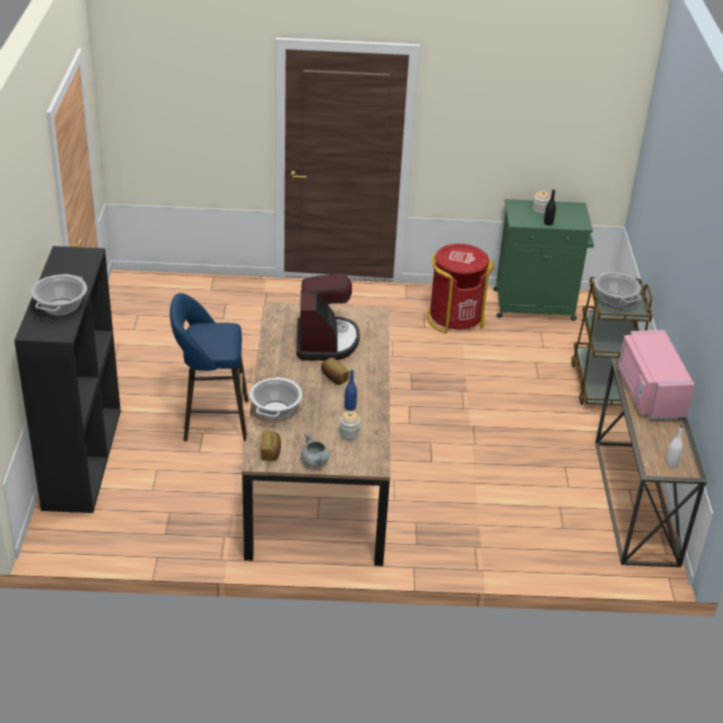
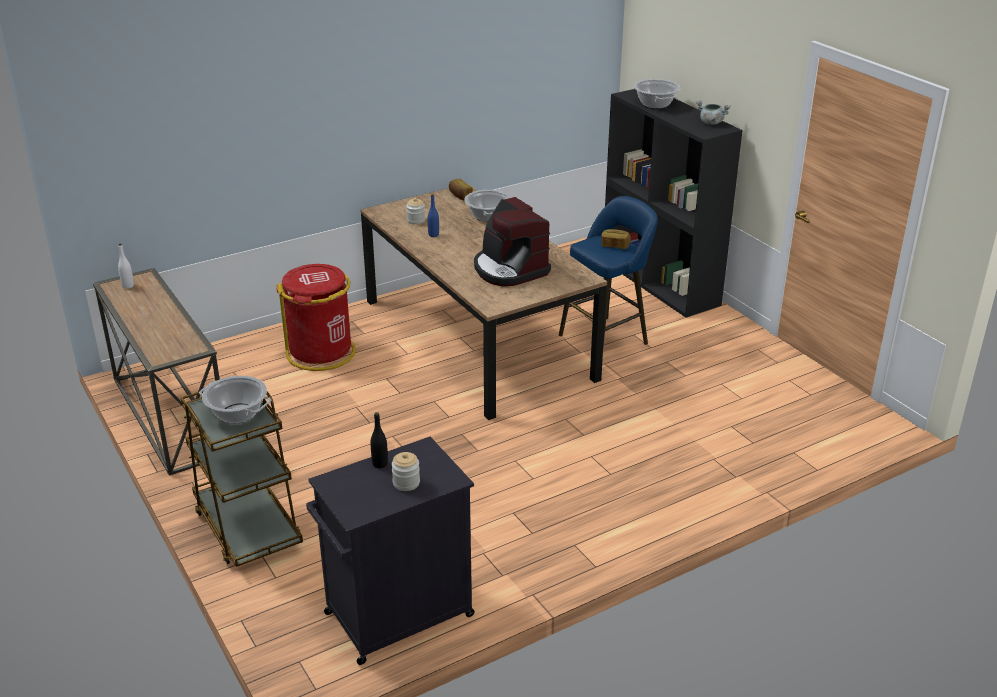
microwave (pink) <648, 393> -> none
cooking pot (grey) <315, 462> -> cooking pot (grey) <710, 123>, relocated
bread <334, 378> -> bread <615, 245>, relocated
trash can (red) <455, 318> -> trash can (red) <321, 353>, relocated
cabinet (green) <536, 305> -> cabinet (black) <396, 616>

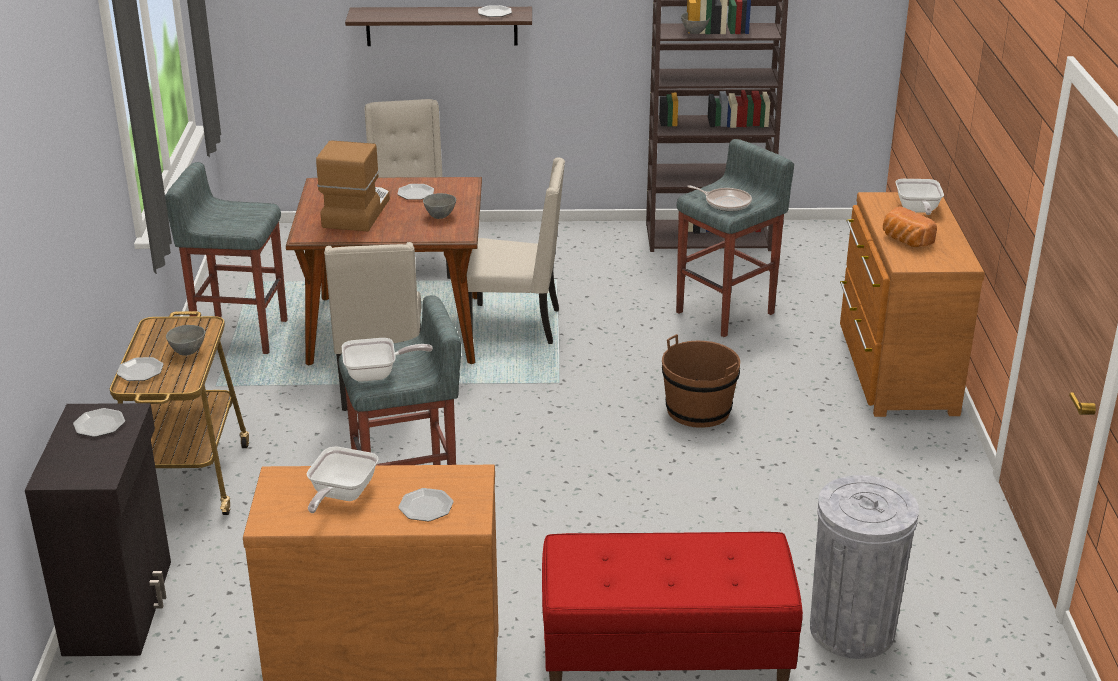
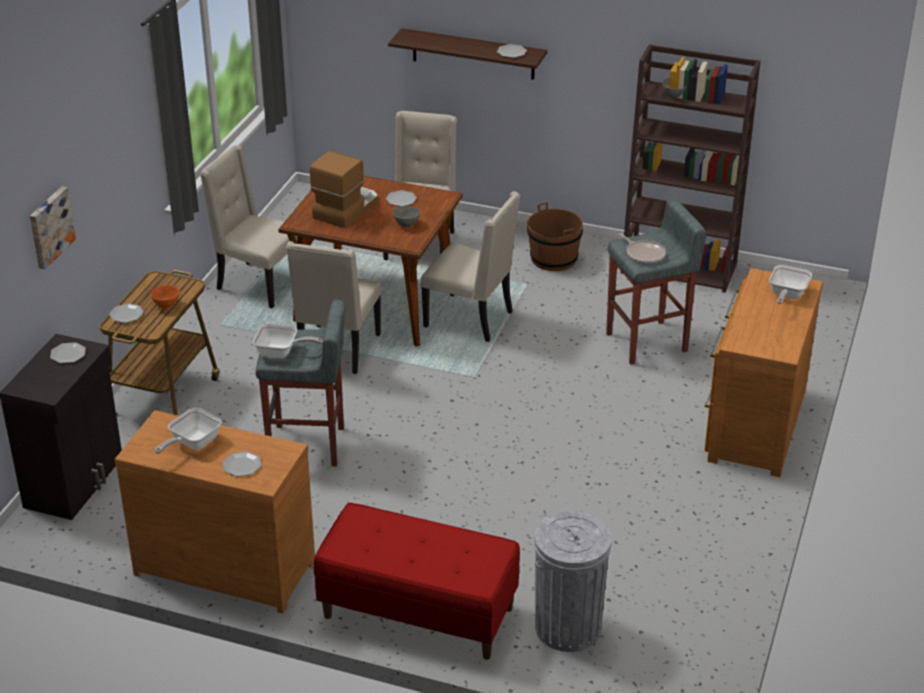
bread <905, 240> -> none
none -> picture <49, 227>
bucket (brown) <698, 410> -> bucket (brown) <553, 259>, relocated
stool (grey) <240, 334> -> chair (beige) <259, 284>
bowl (grey) <188, 351> -> bowl (orange) <166, 305>

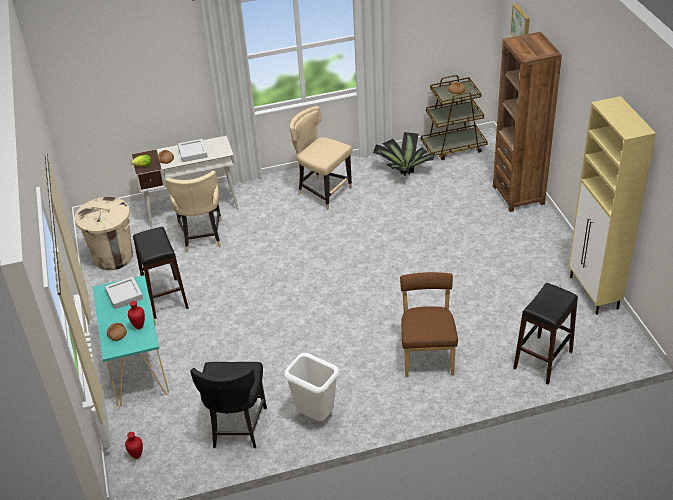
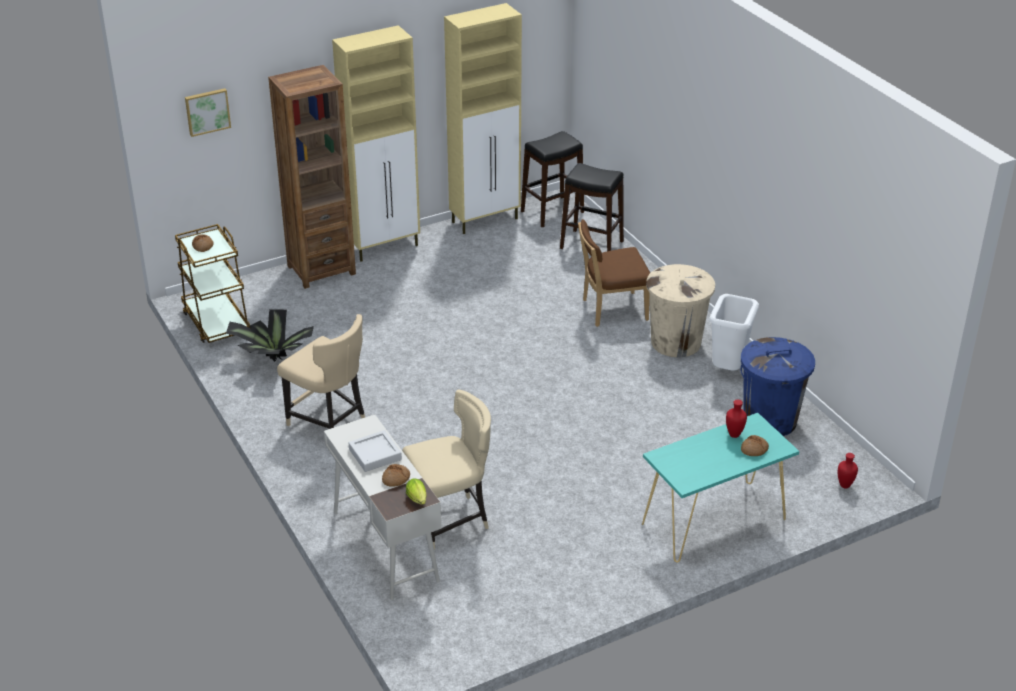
tray (grey) <124, 295> -> none
none -> cabinet (beige) <385, 247>
trash can (beige) <113, 257> -> trash can (beige) <676, 342>, relocated
stool (black) <165, 298> -> stool (black) <552, 211>, relocated
chair (black) <237, 428> -> trash can (blue) <770, 420>
chair (beige) <323, 192> -> chair (beige) <329, 422>, 75 degrees counterclockwise

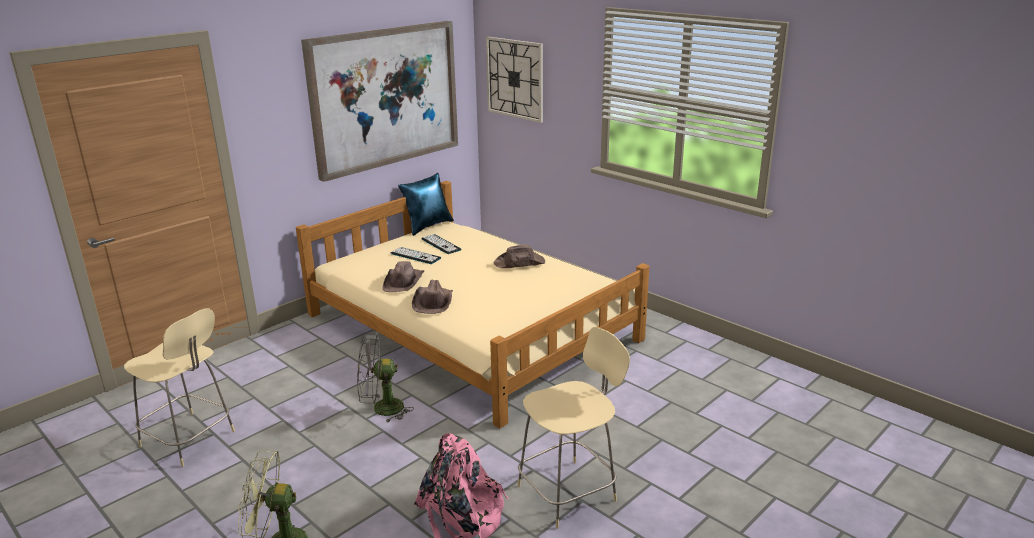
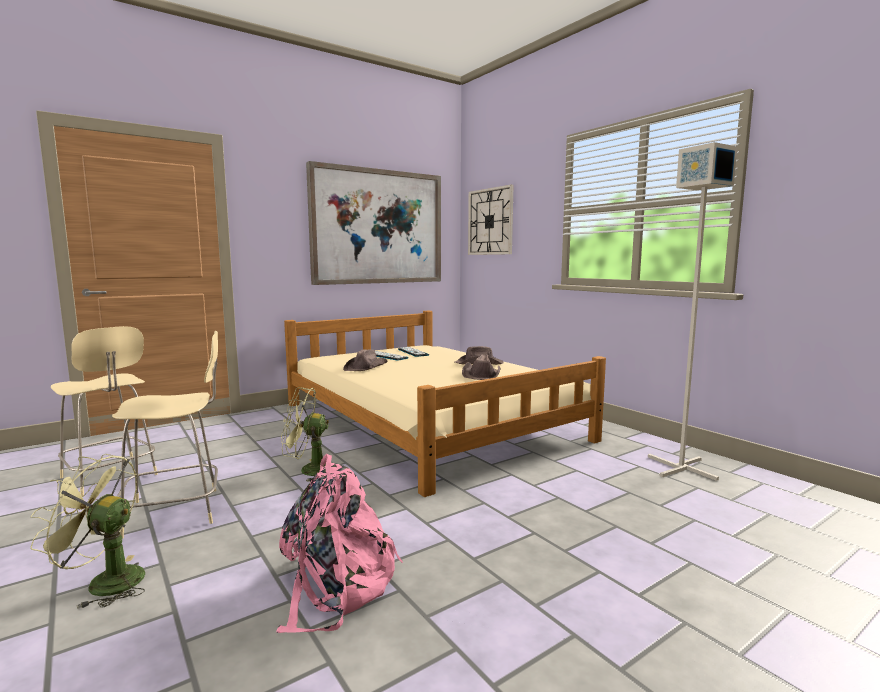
pillow (blue) <428, 226> -> none
none -> floor lamp (grey) <679, 467>
hat (brown) <433, 302> -> hat (brown) <481, 375>, relocated
chair (beige) <569, 492> -> chair (beige) <177, 511>, relocated
fan (grey) <381, 409> -> fan (green) <309, 471>

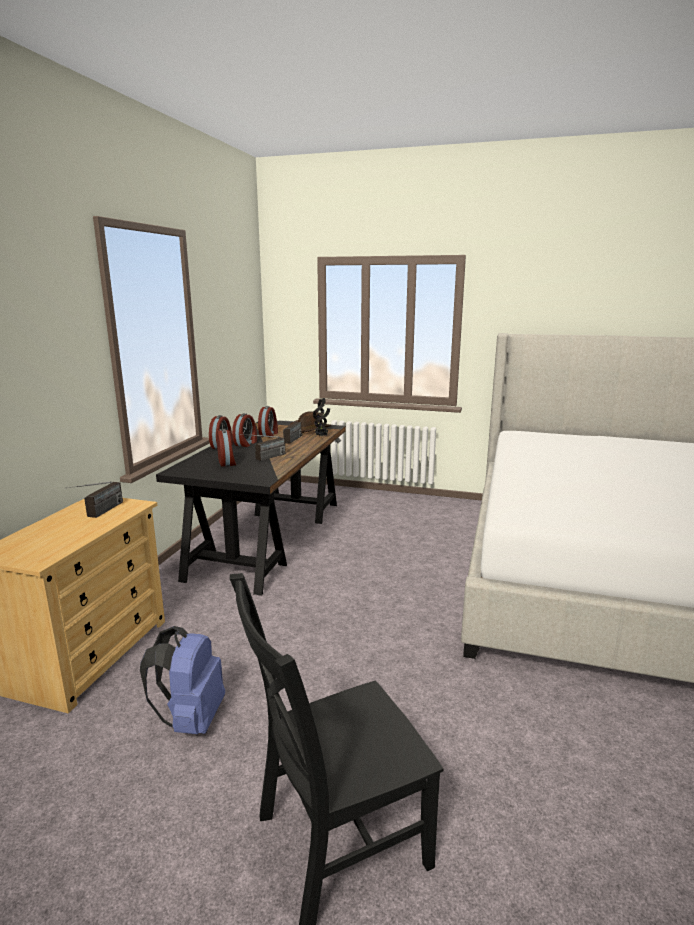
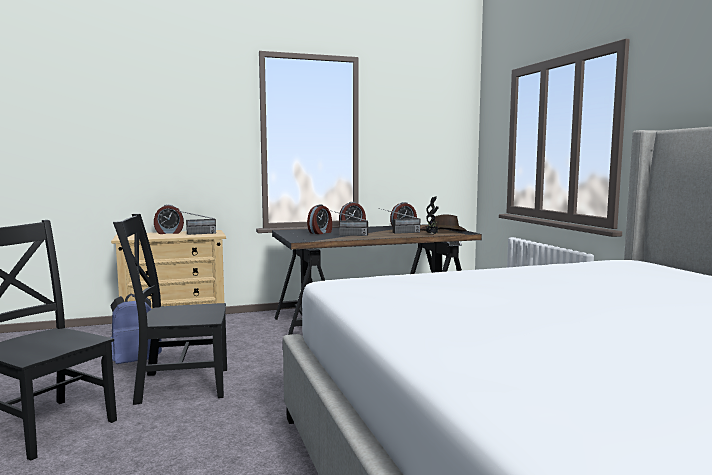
none -> chair (black) <178, 385>
alarm clock <246, 443> -> alarm clock <169, 233>, relocated

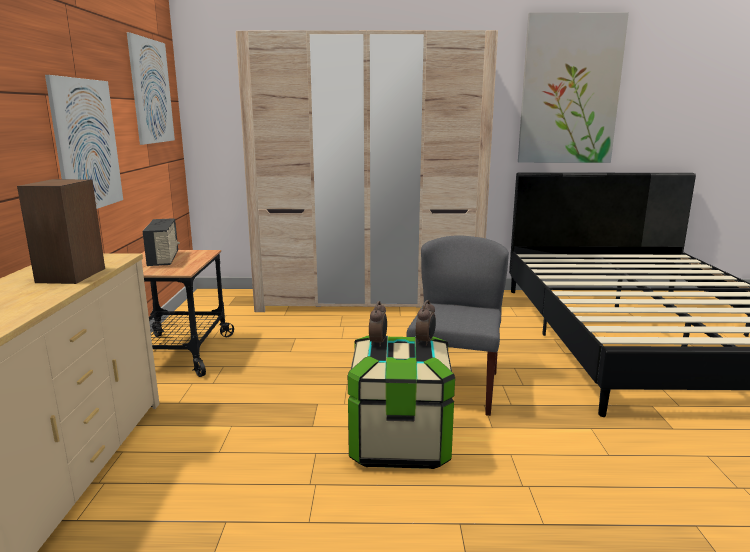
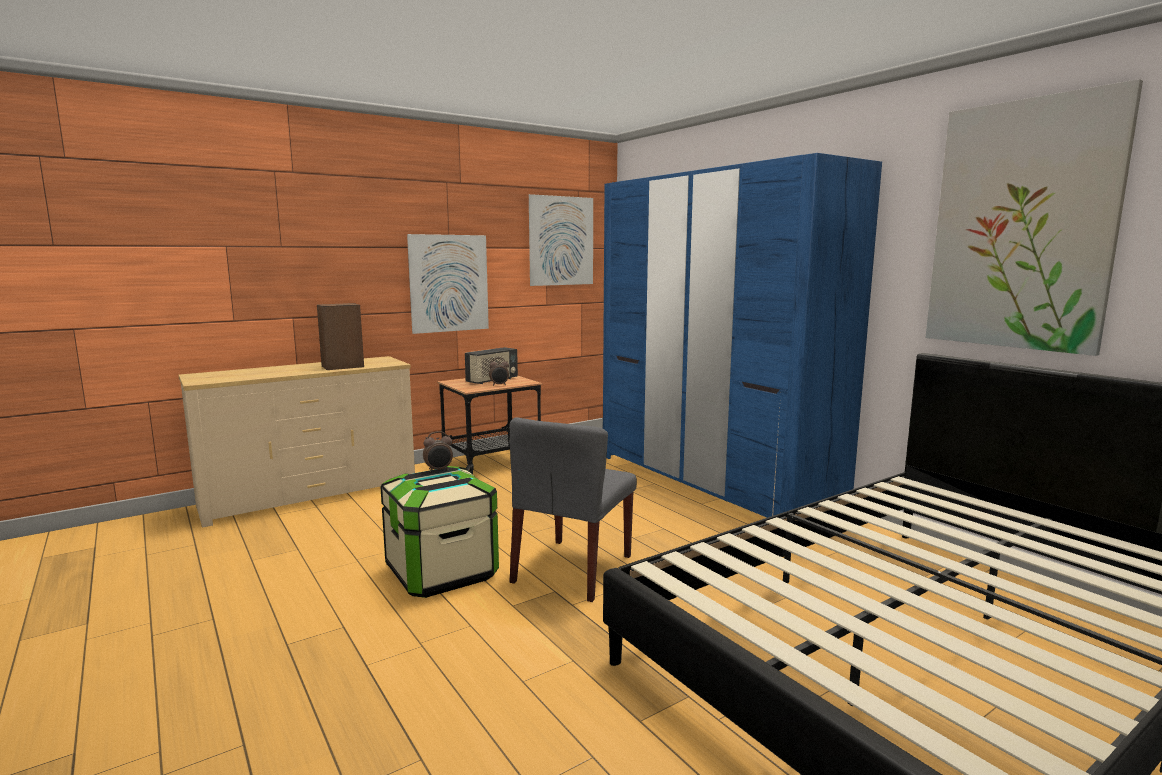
alarm clock <425, 341> -> alarm clock <499, 385>, relocated
wardrobe (beige) <369, 301> -> wardrobe (blue) <711, 482>
chair (grey) <455, 387> -> chair (grey) <572, 569>, 135 degrees clockwise

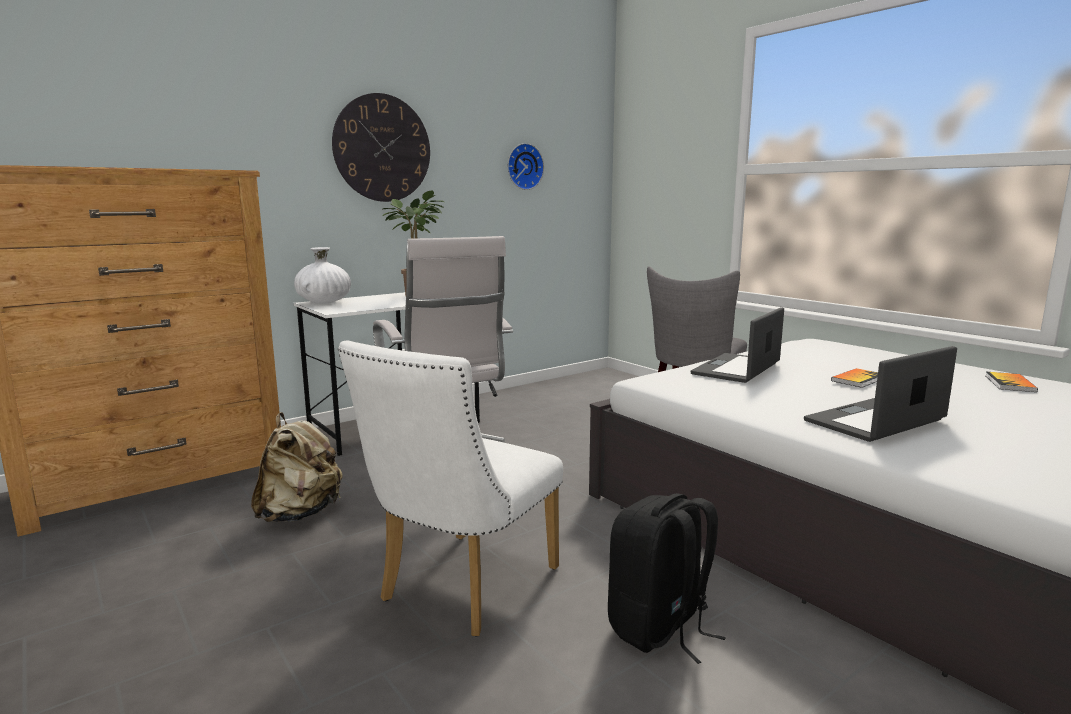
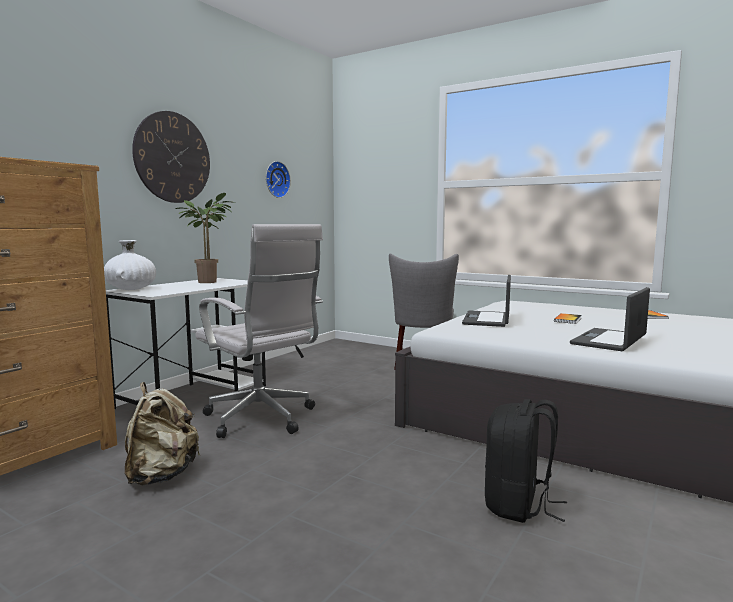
chair (white) <460, 589> -> none

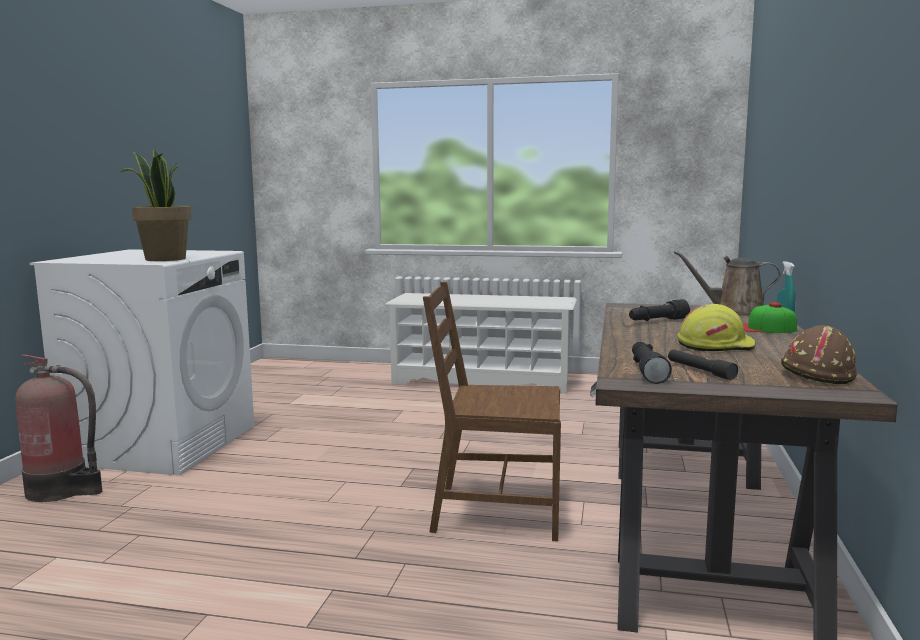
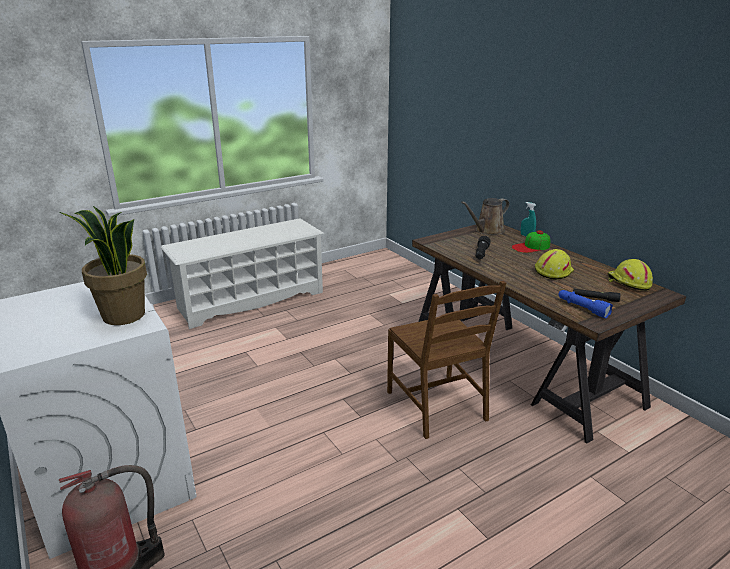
flashlight (black) <647, 371> -> flashlight (blue) <582, 308>
hard hat (brown) <816, 374> -> hard hat (yellow) <628, 283>
chair (brown) <496, 511> -> chair (brown) <438, 405>, 75 degrees counterclockwise

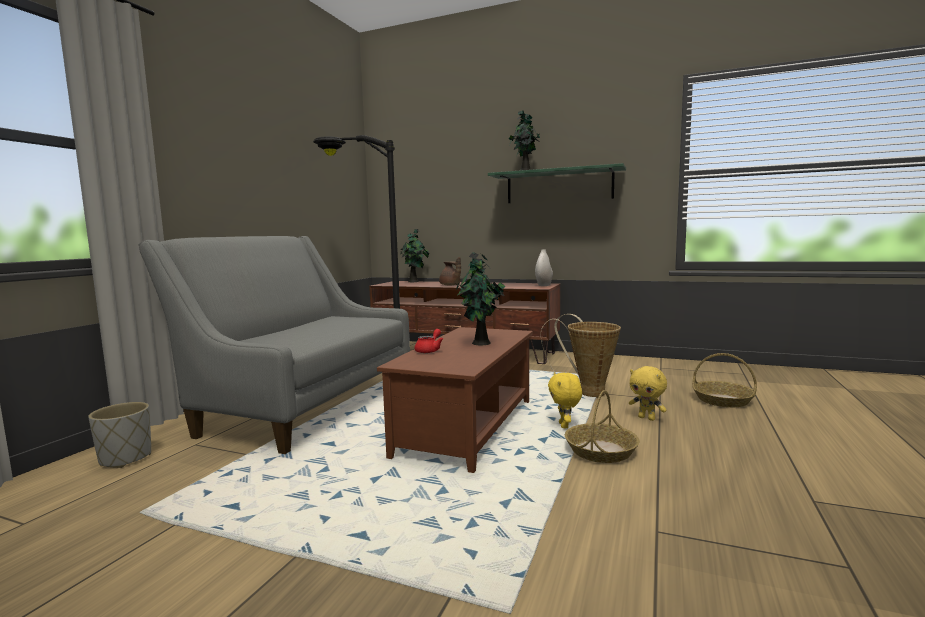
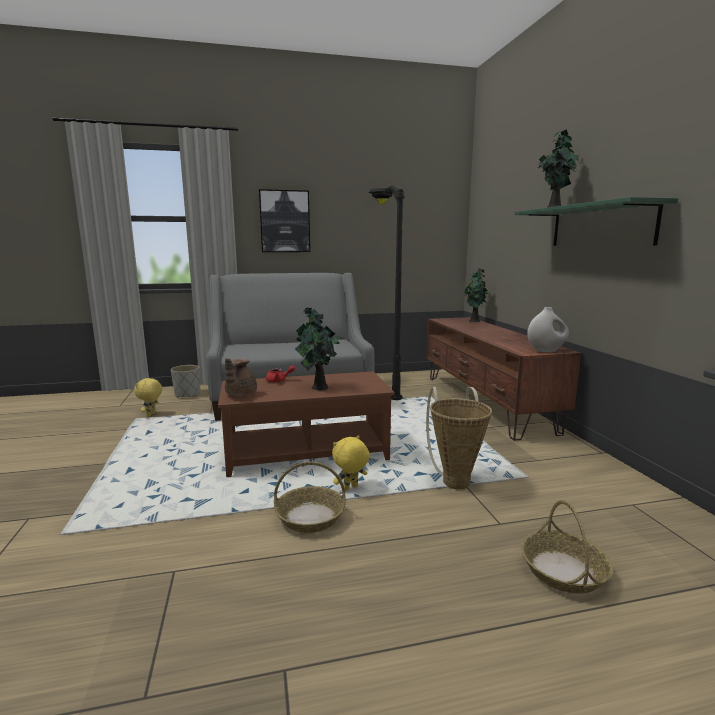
none -> picture <285, 221>
teapot (brown) <450, 285> -> teapot (brown) <240, 395>, relocated
plush toy (yellow) <647, 418> -> plush toy (yellow) <151, 415>, relocated

